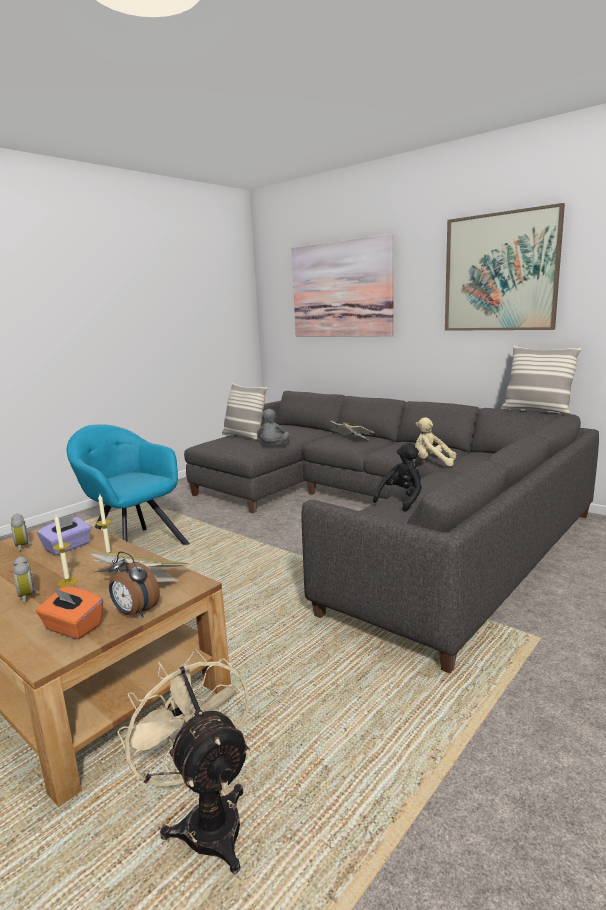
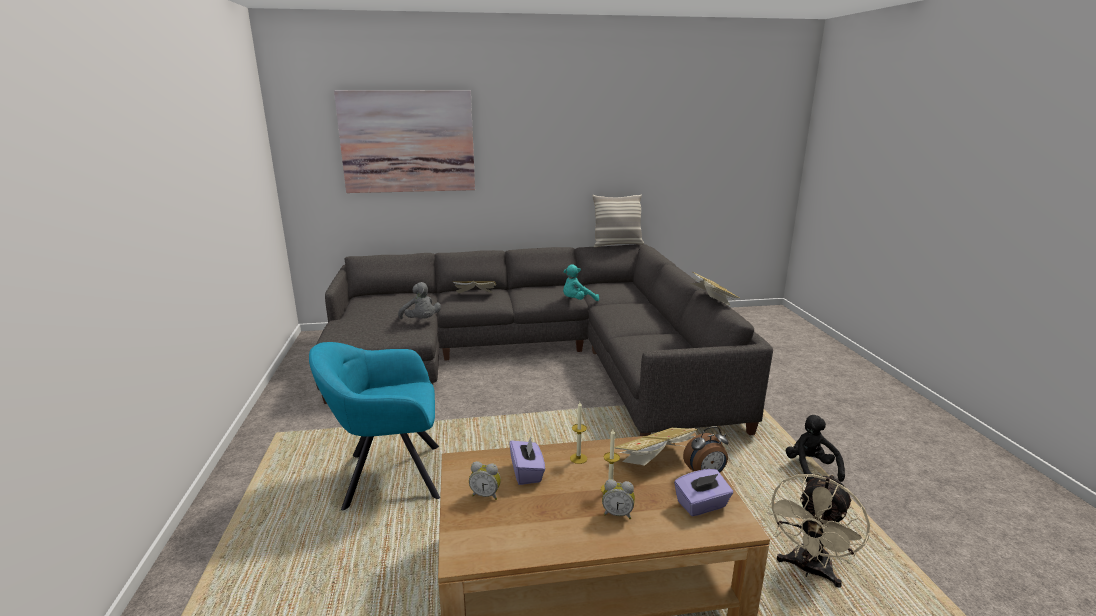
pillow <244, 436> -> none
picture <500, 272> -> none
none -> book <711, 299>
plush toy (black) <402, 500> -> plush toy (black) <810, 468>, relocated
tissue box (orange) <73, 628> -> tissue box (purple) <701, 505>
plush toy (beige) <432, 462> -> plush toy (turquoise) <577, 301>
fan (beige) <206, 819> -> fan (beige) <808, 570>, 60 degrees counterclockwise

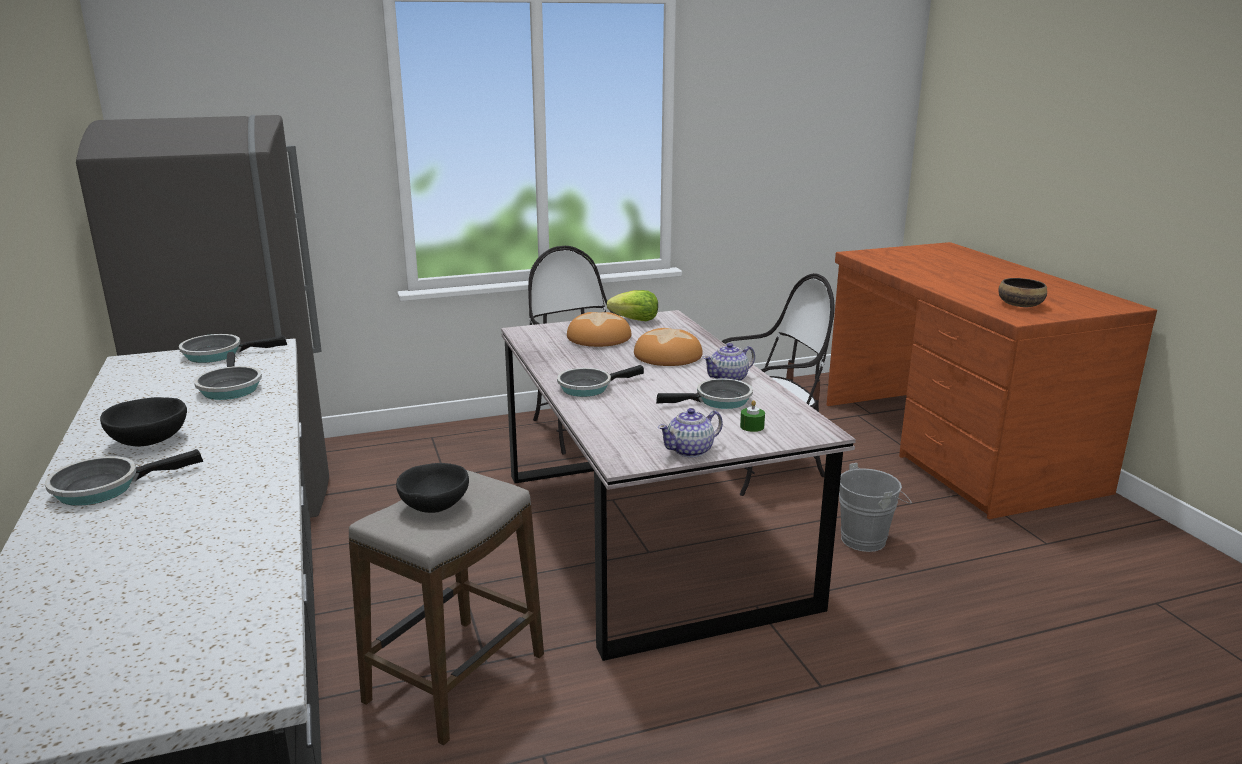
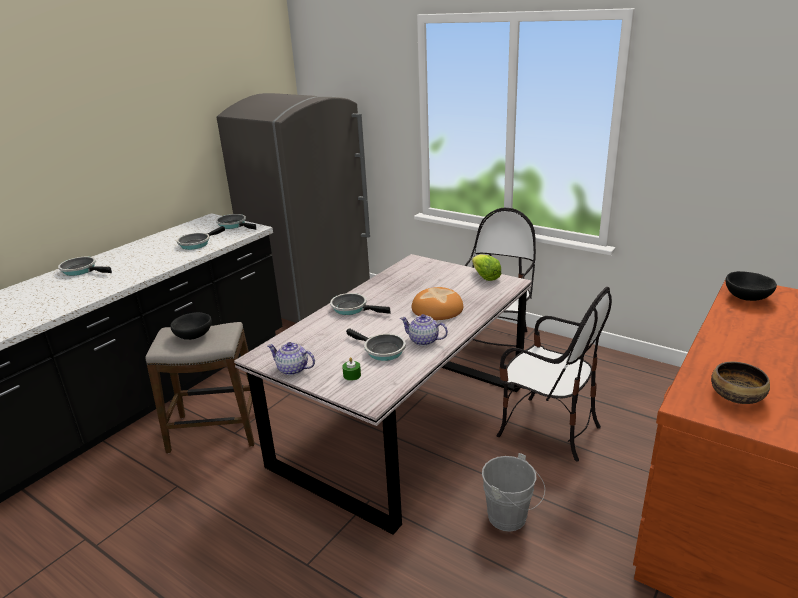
bread <598, 337> -> none
bowl (black) <149, 441> -> bowl (black) <746, 298>, relocated

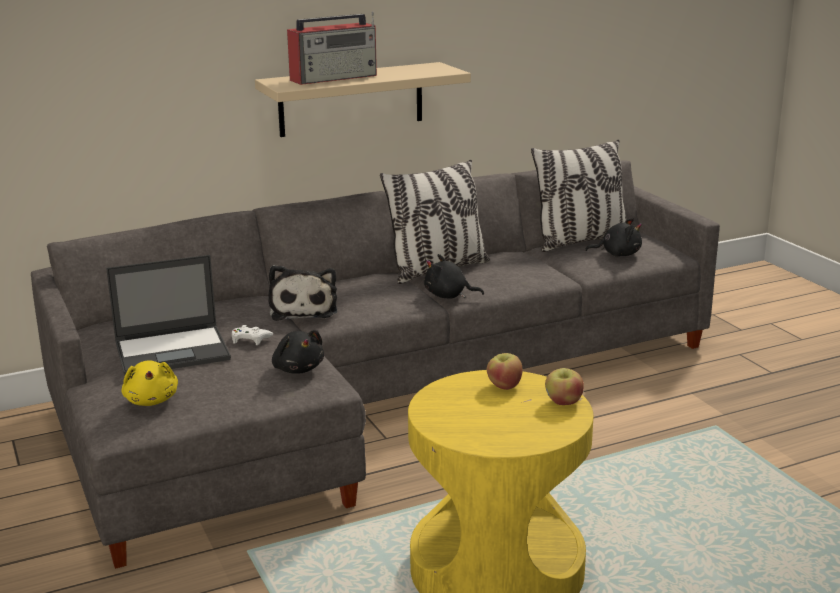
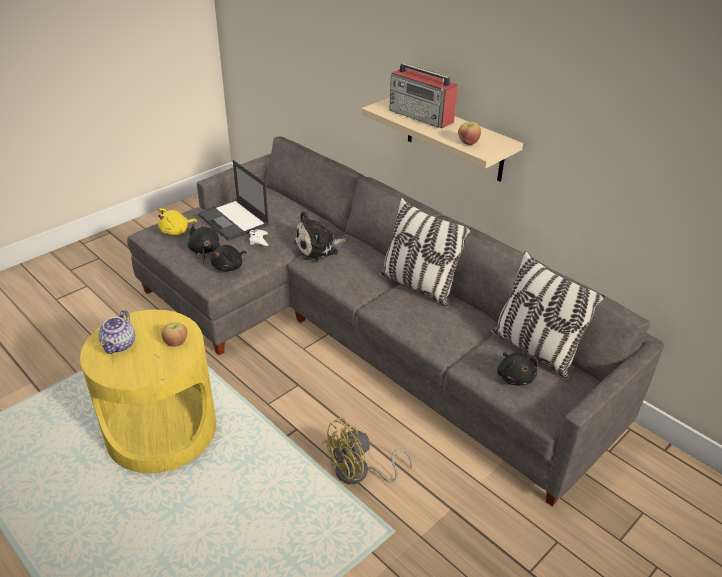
none -> teapot <120, 345>
none -> fan (yellow) <359, 473>
plush toy (black) <448, 296> -> plush toy (black) <204, 251>, relocated
apple <563, 402> -> apple <468, 142>, relocated

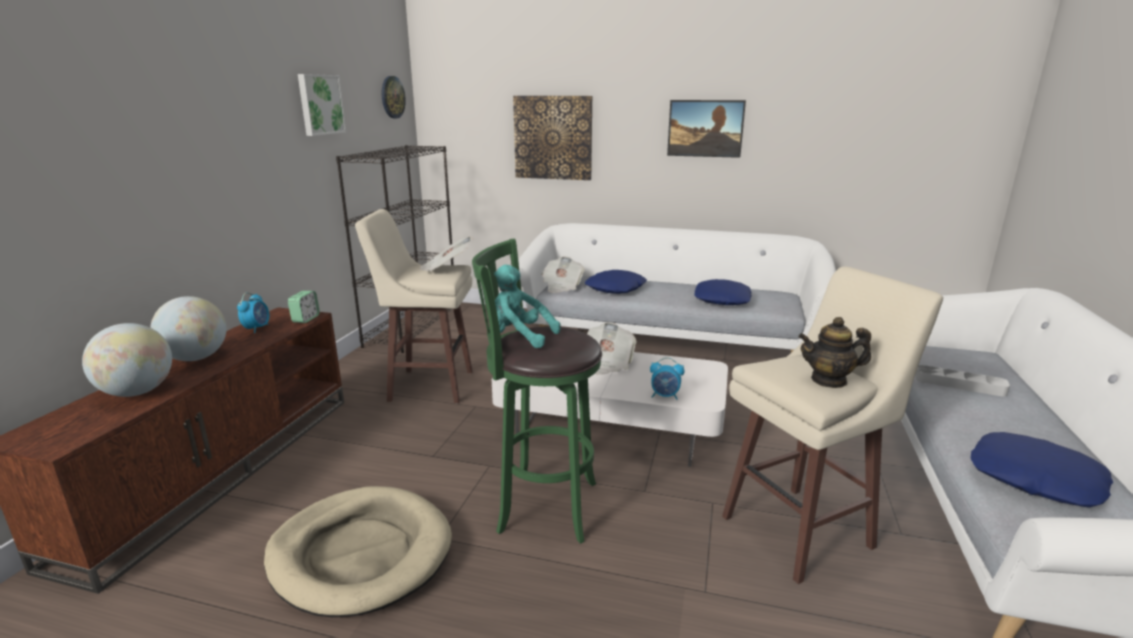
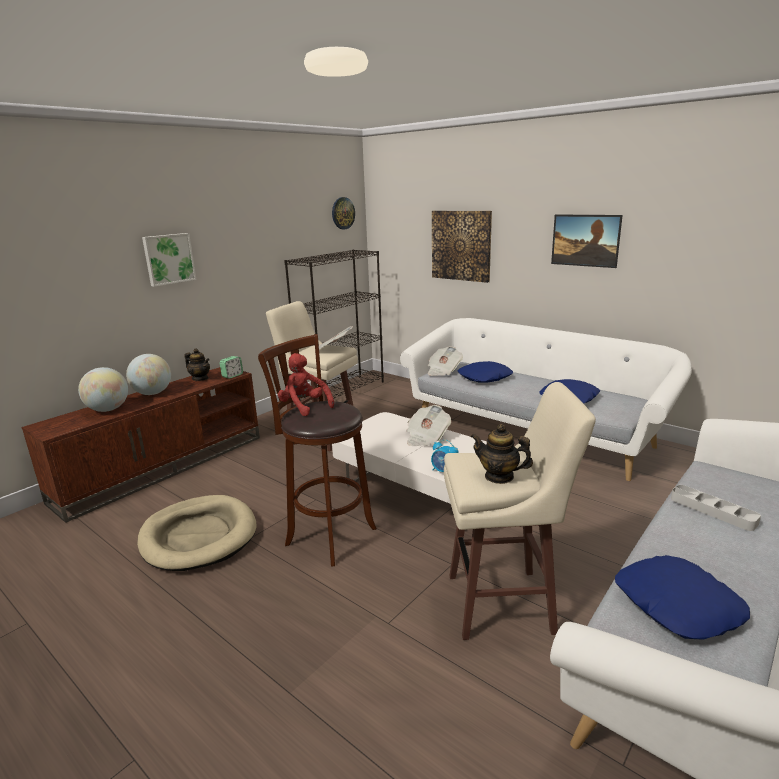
picture <320, 104> -> picture <168, 259>, relocated
alarm clock <257, 328> -> teapot <200, 378>
stool (green) <542, 505> -> stool (brown) <327, 535>
plush toy (turquoise) <519, 337> -> plush toy (red) <304, 407>

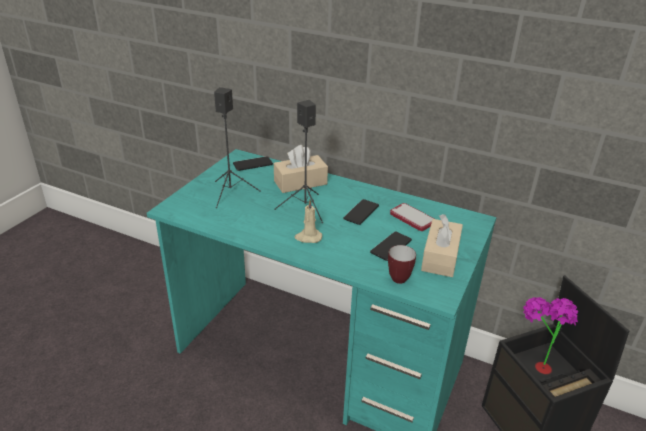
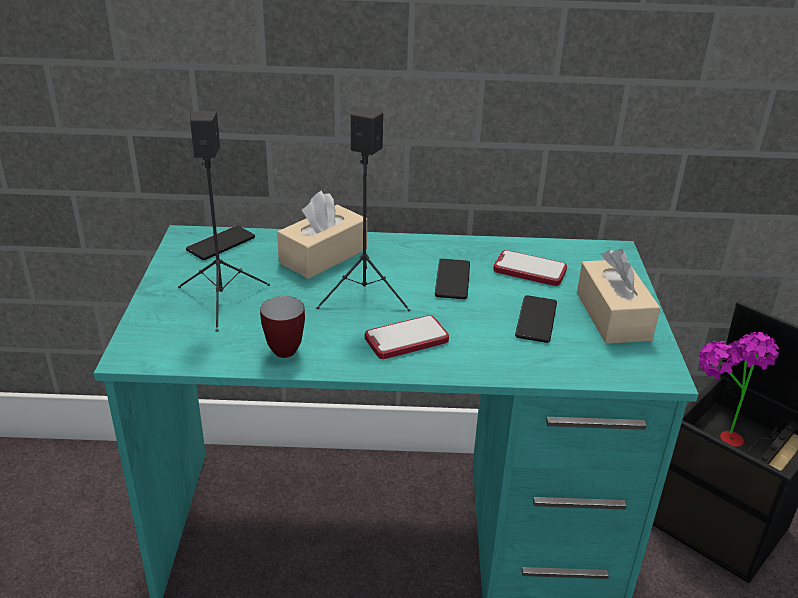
mug <399, 277> -> mug <284, 347>, relocated
candle (beige) <308, 237> -> phone <406, 339>

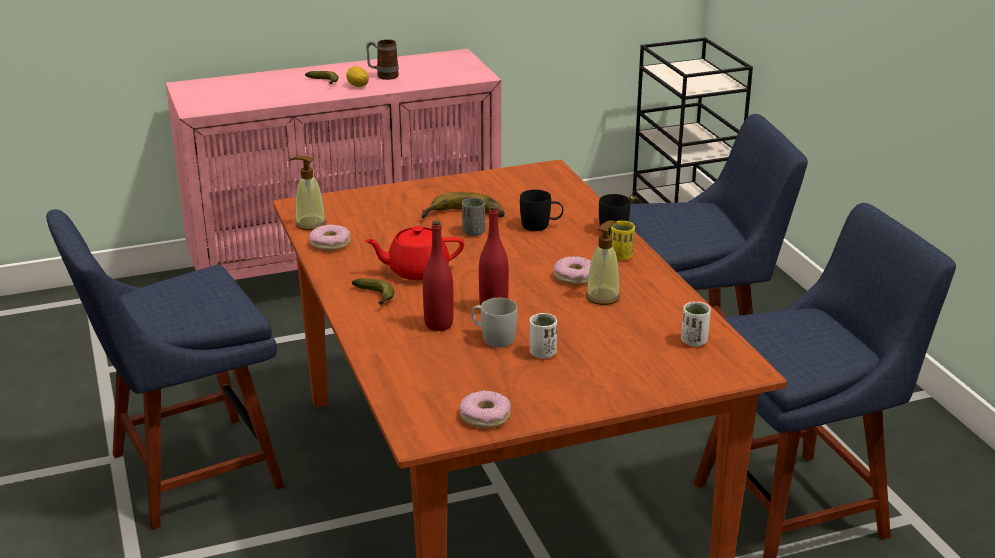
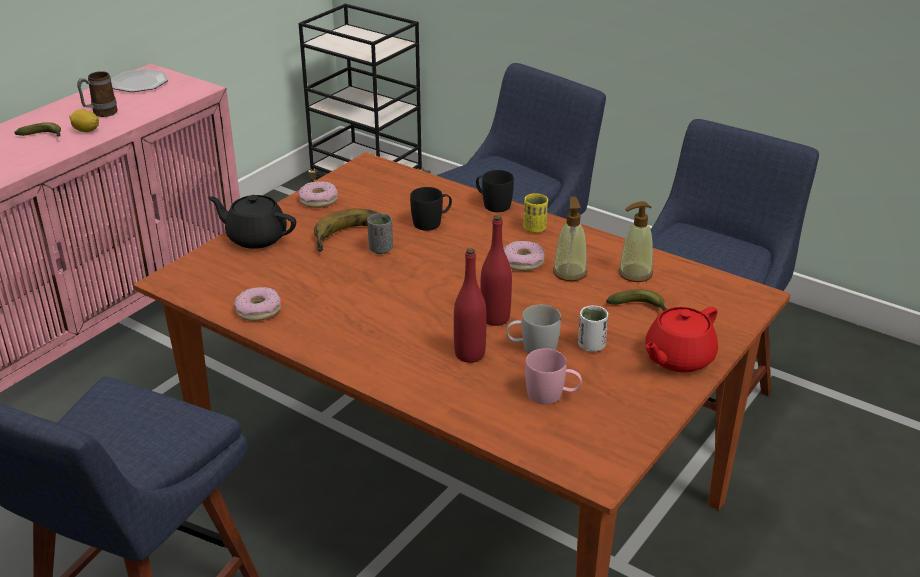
cup (white) <694, 341> -> none
none -> plate <140, 83>
none -> teapot (black) <256, 237>
none -> mug (pink) <552, 395>
soap dispenser <310, 224> -> soap dispenser <635, 274>, relocated
banana <376, 297> -> banana <640, 308>, relocated
teapot (red) <417, 270> -> teapot (red) <678, 358>, relocated
donut <485, 416> -> donut <318, 200>, relocated

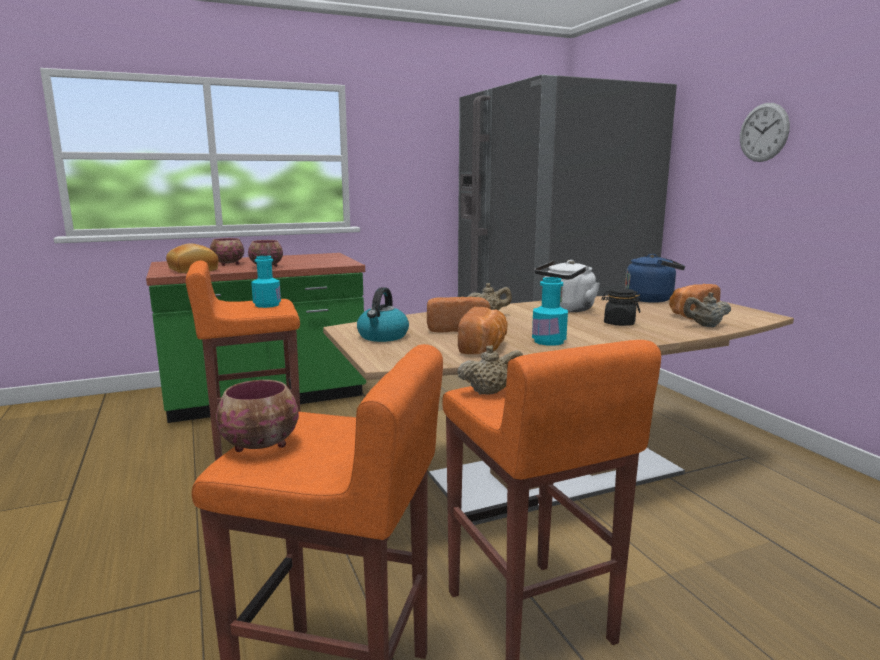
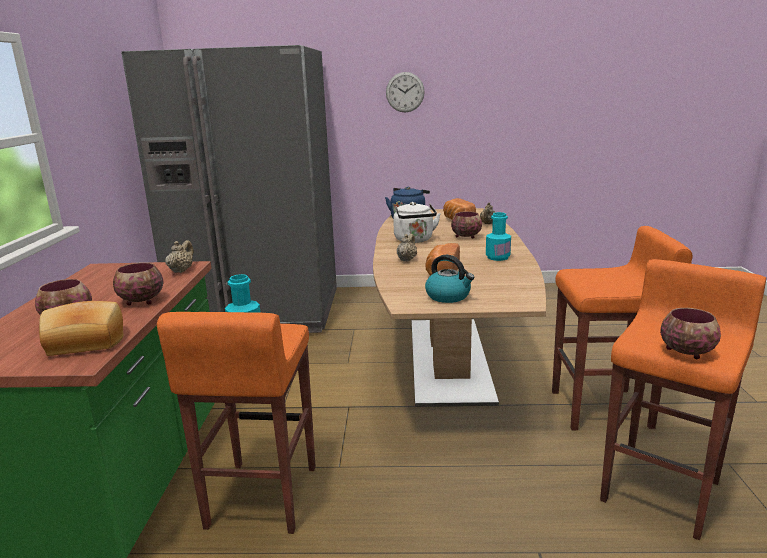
bread <484, 348> -> none
teapot (beige) <490, 392> -> teapot (beige) <181, 270>, relocated
jar (black) <619, 323> -> bowl <466, 236>

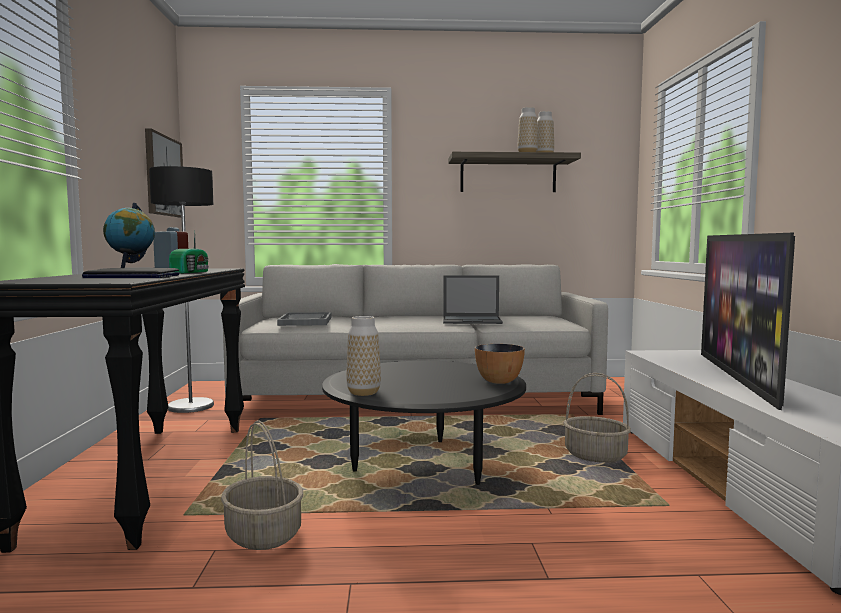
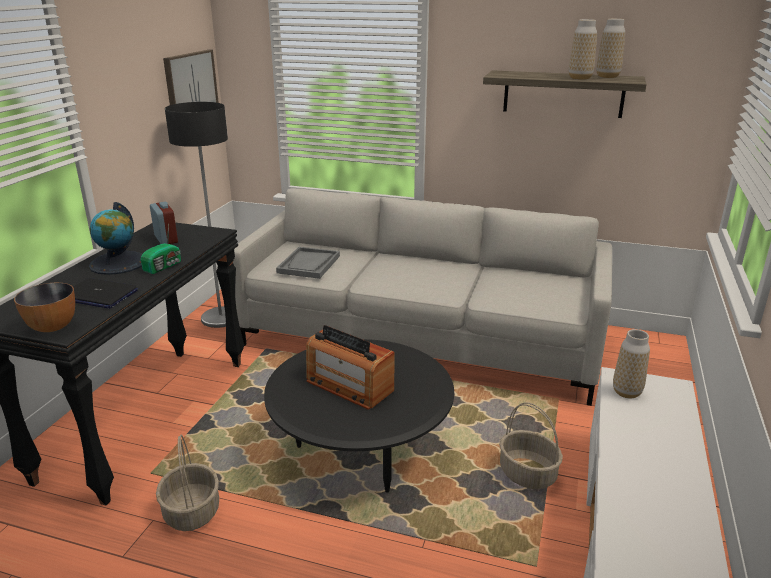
laptop <472, 320> -> none
television <738, 378> -> none
none -> radio <349, 385>
vase <363, 393> -> vase <626, 392>, relocated
bowl <499, 381> -> bowl <53, 327>, relocated

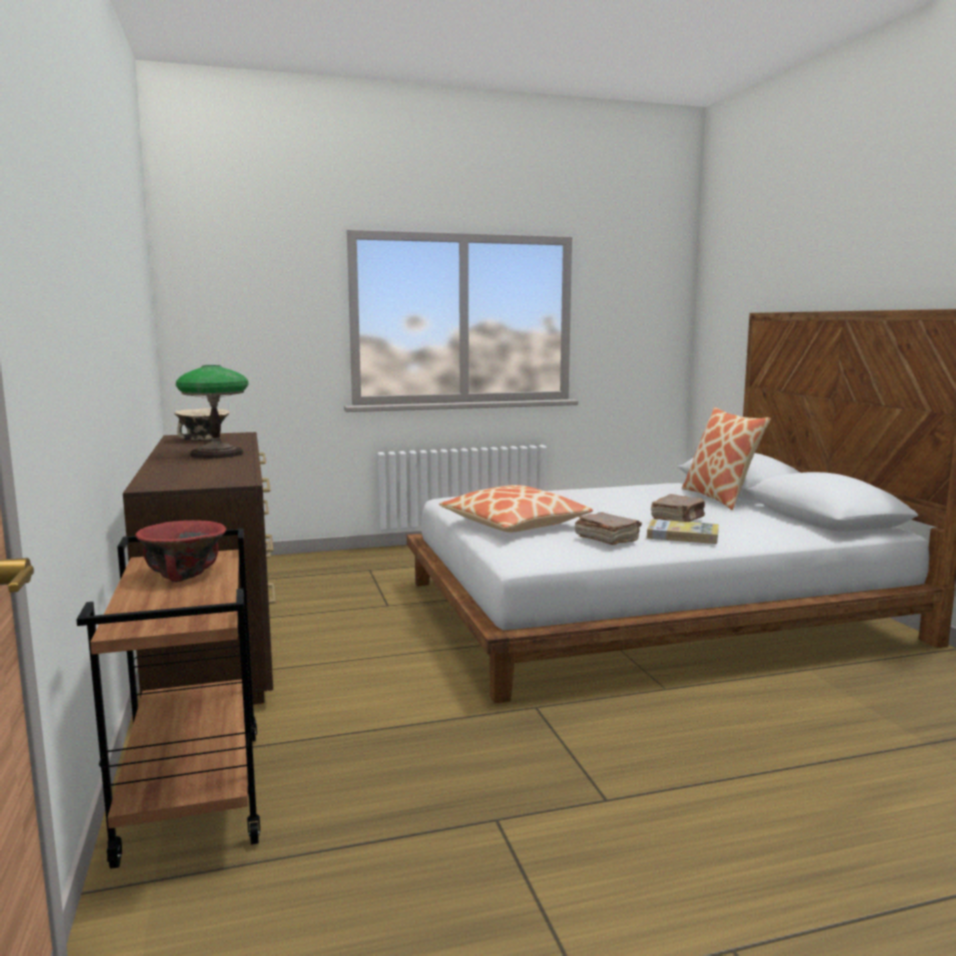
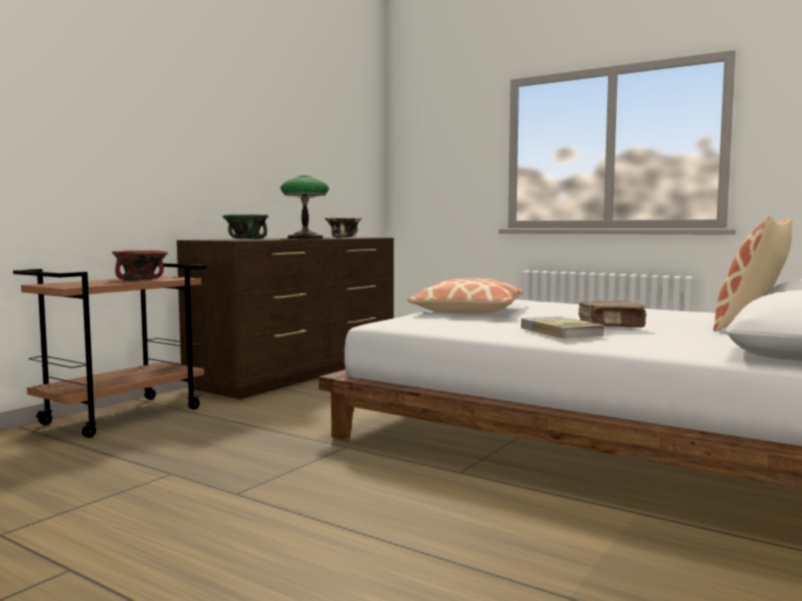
book (brown) <606, 539> -> none
none -> bowl (green) <246, 239>

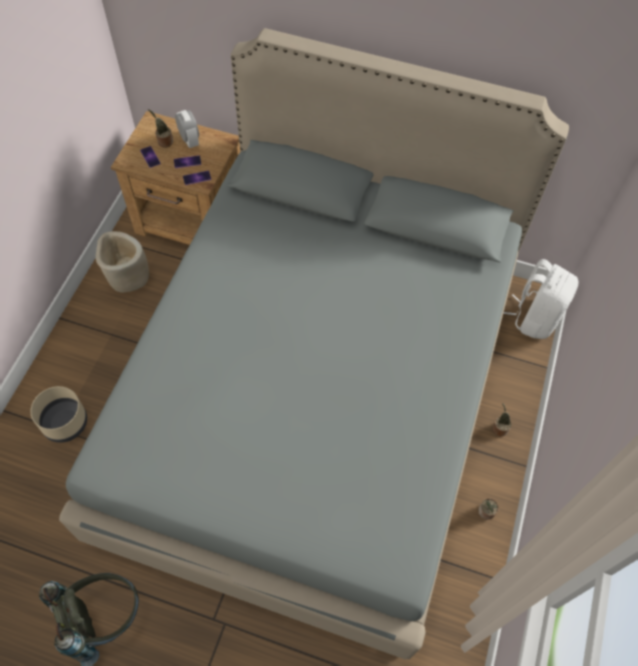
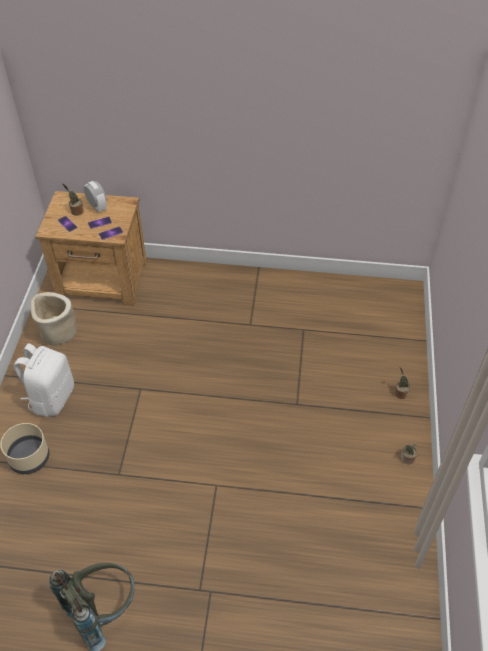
bed (grey) <316, 397> -> none
backpack (white) <534, 317> -> backpack (white) <51, 397>, relocated

